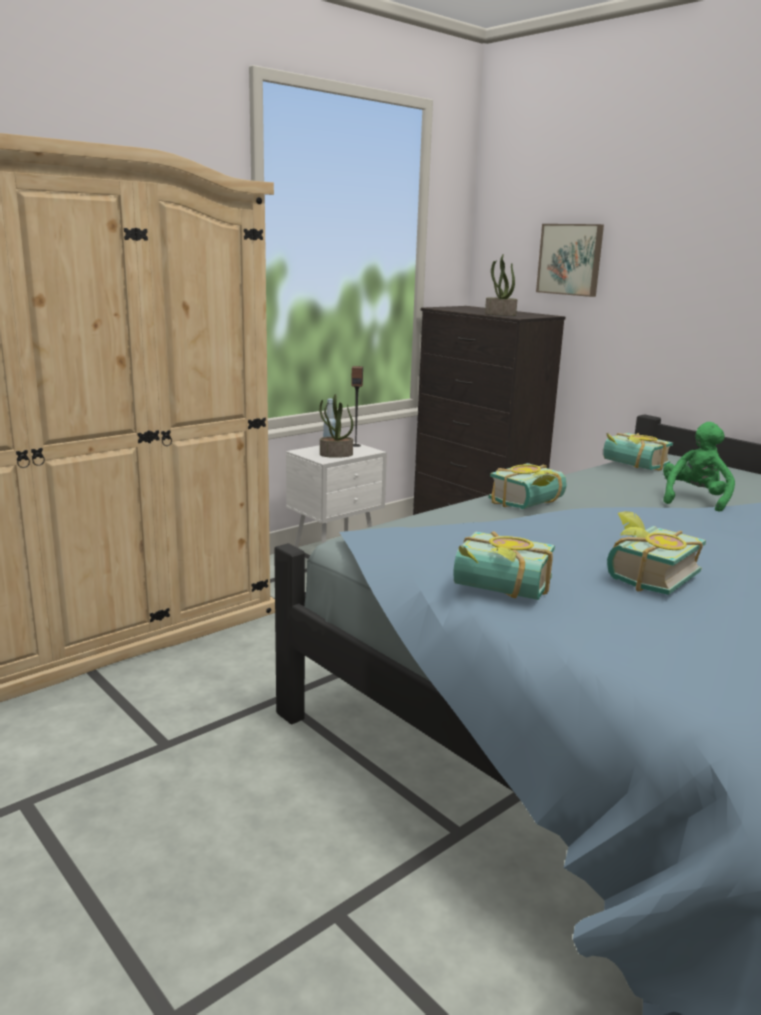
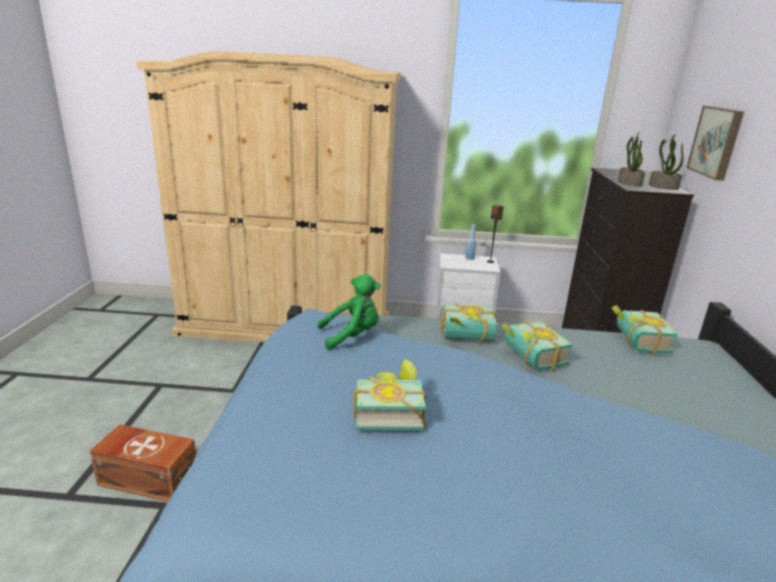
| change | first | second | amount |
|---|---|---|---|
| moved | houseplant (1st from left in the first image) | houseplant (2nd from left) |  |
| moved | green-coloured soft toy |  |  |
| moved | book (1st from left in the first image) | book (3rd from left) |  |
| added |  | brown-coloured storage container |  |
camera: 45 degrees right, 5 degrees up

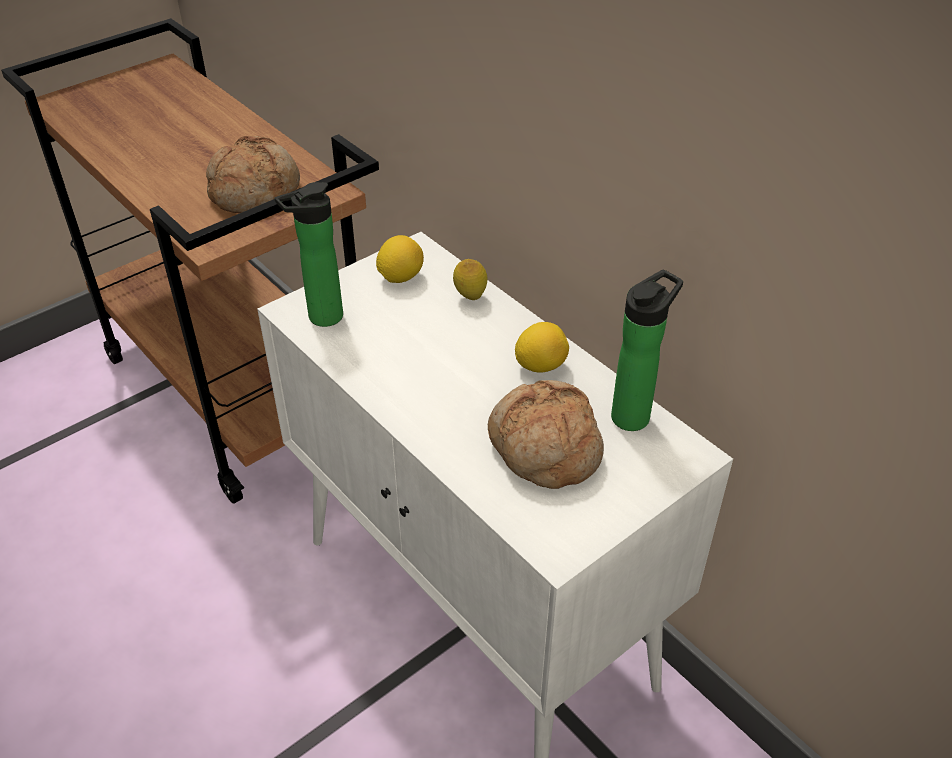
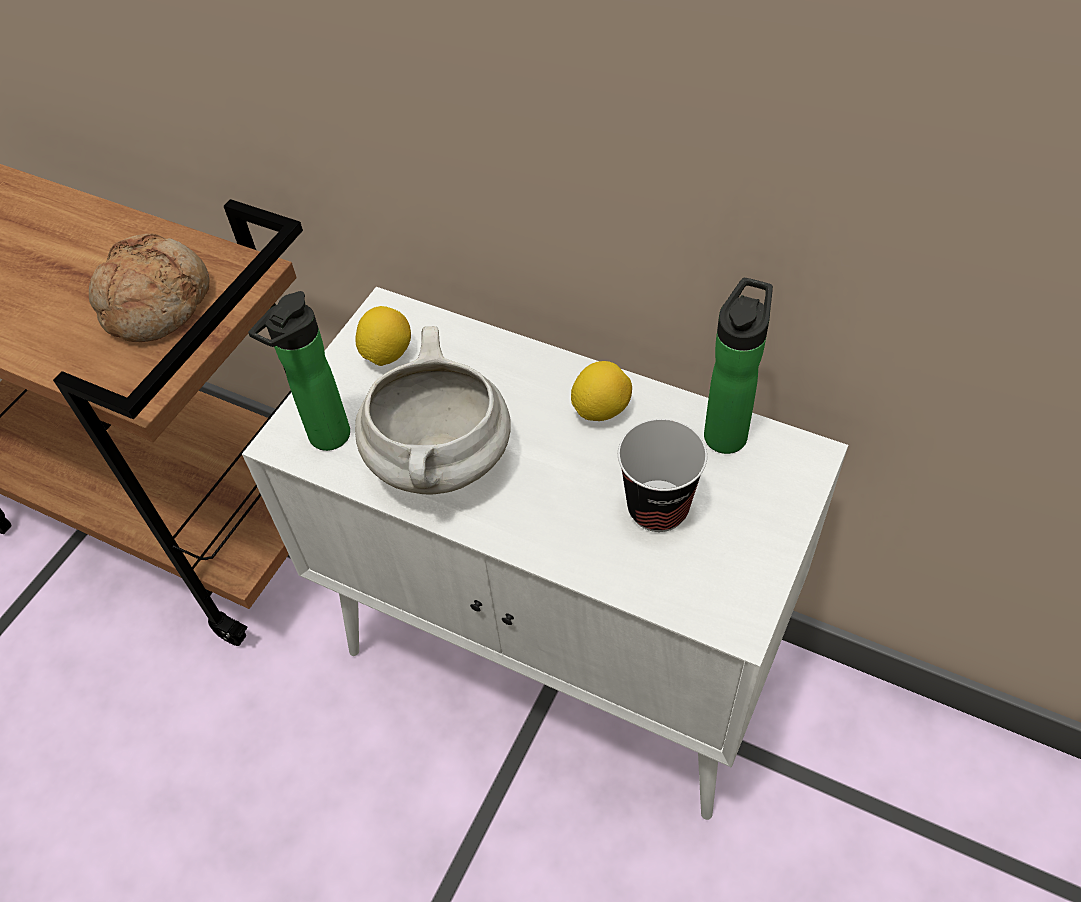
| change | first | second | amount |
|---|---|---|---|
| removed | whole lemon (2nd from left) |  |  |
| replaced | bread (2nd from left) | drinking cup |  |
| added |  | white saucepot |  |
camera: 20 degrees left, 10 degrees up

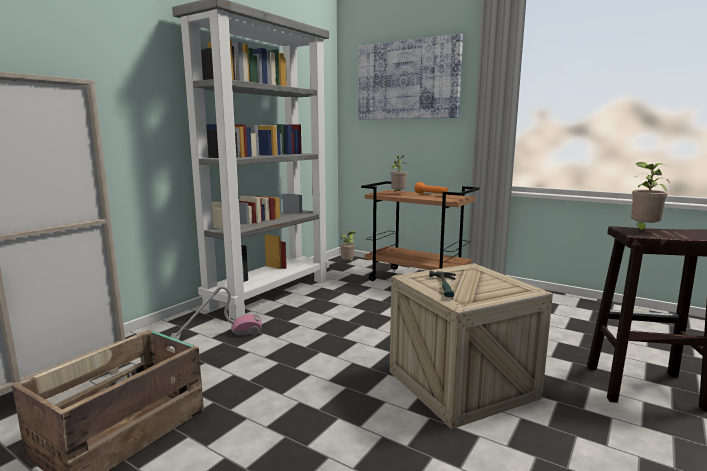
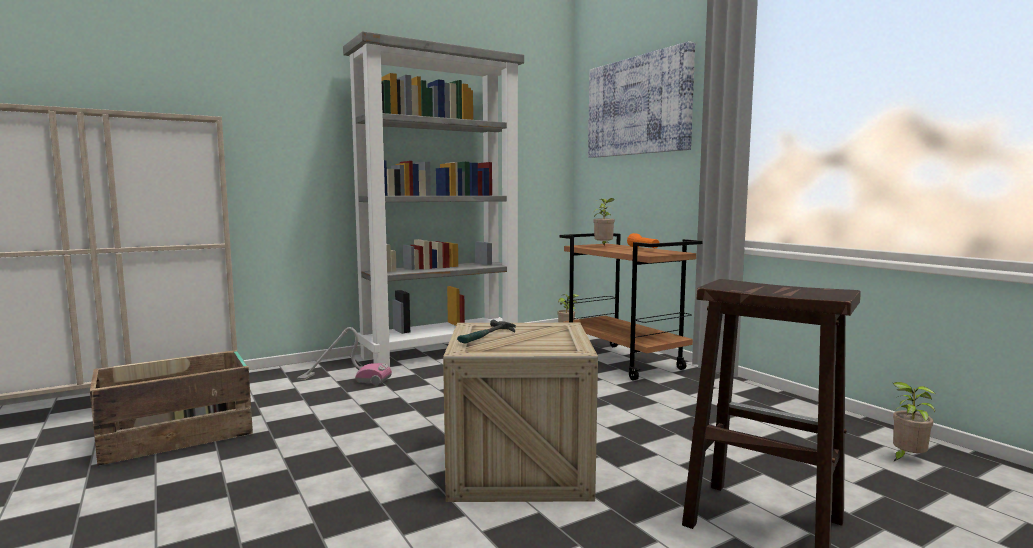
| change | first | second | amount |
|---|---|---|---|
| moved | houseplant (3rd from left) |  |  |
camera: 25 degrees right, 5 degrees down

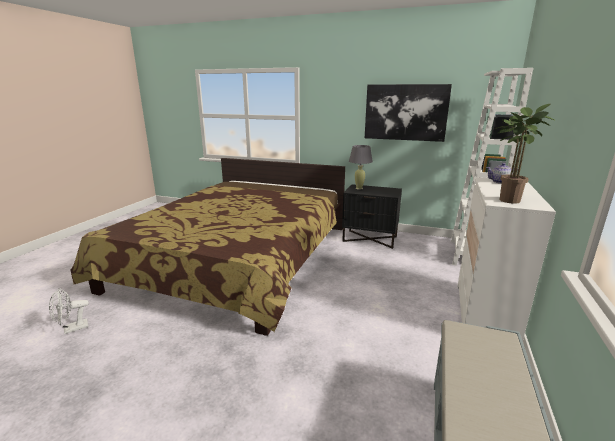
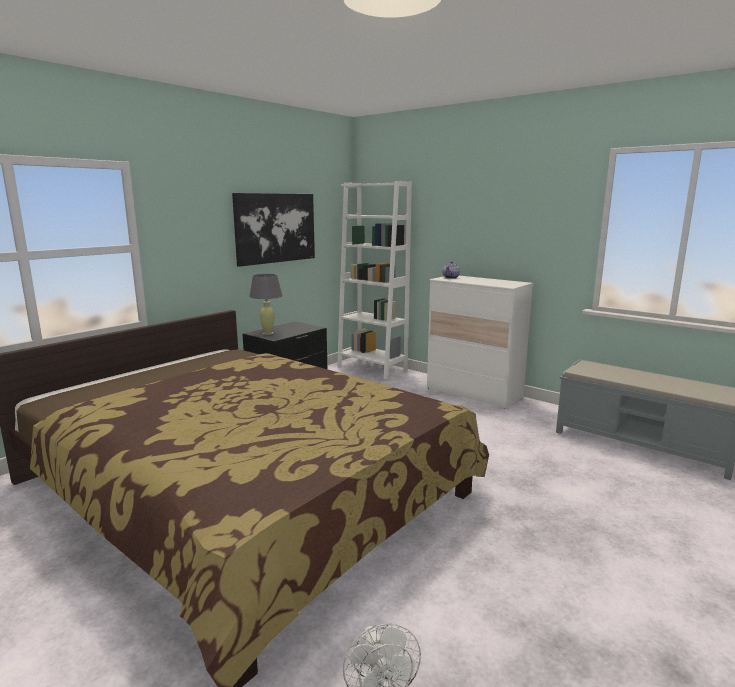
| change | first | second | amount |
|---|---|---|---|
| removed | houseplant |  |  |
camera: 70 degrees left, 5 degrees down

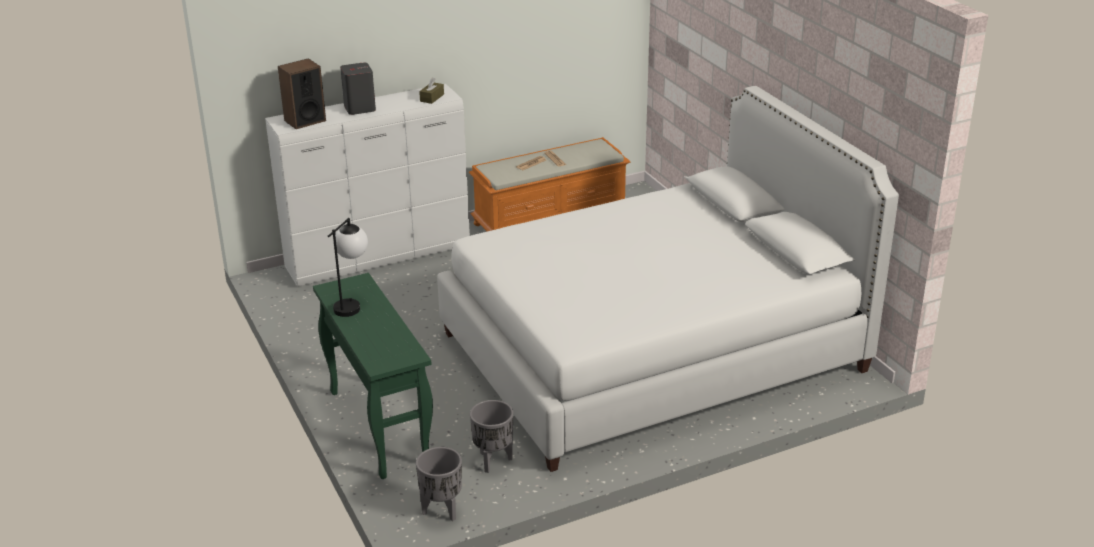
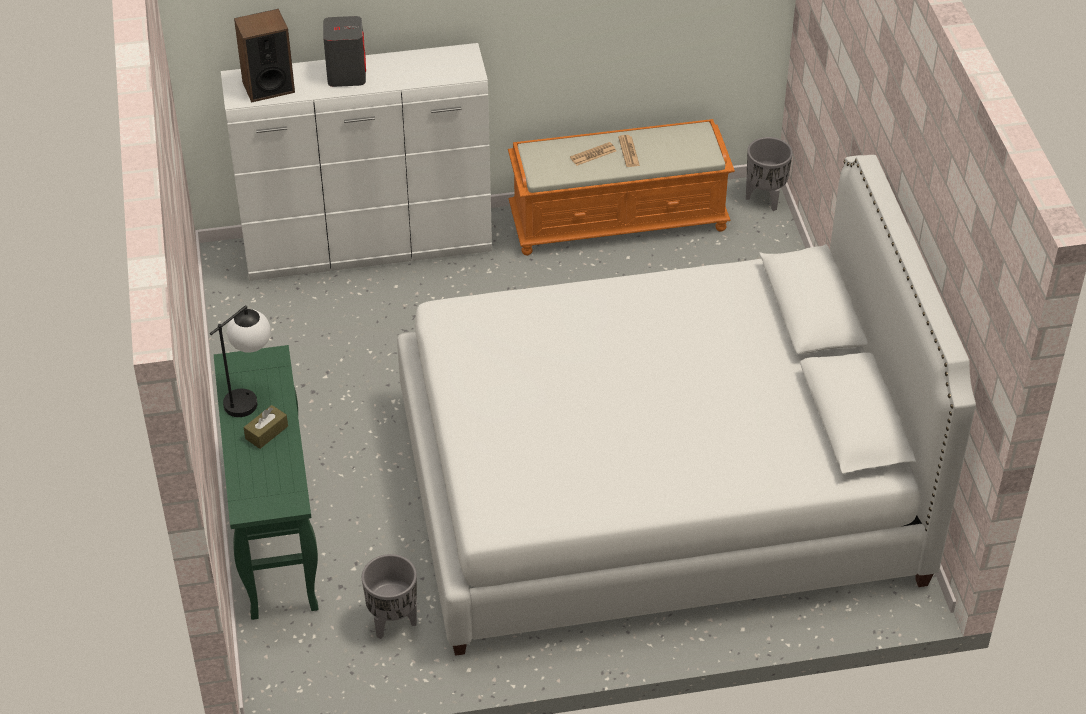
| change | first | second | amount |
|---|---|---|---|
| moved | brown-coloured box of tissues |  |  |
| moved | greyish flower pot (1st from left in the first image) | greyish flower pot (2nd from left) |  |
camera: 15 degrees right, 15 degrees up

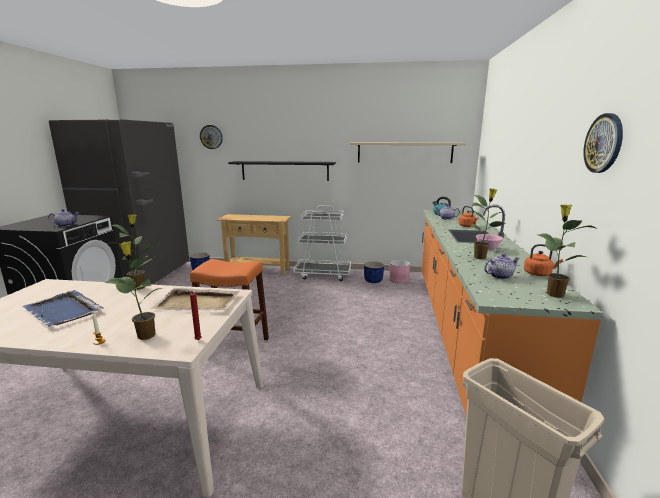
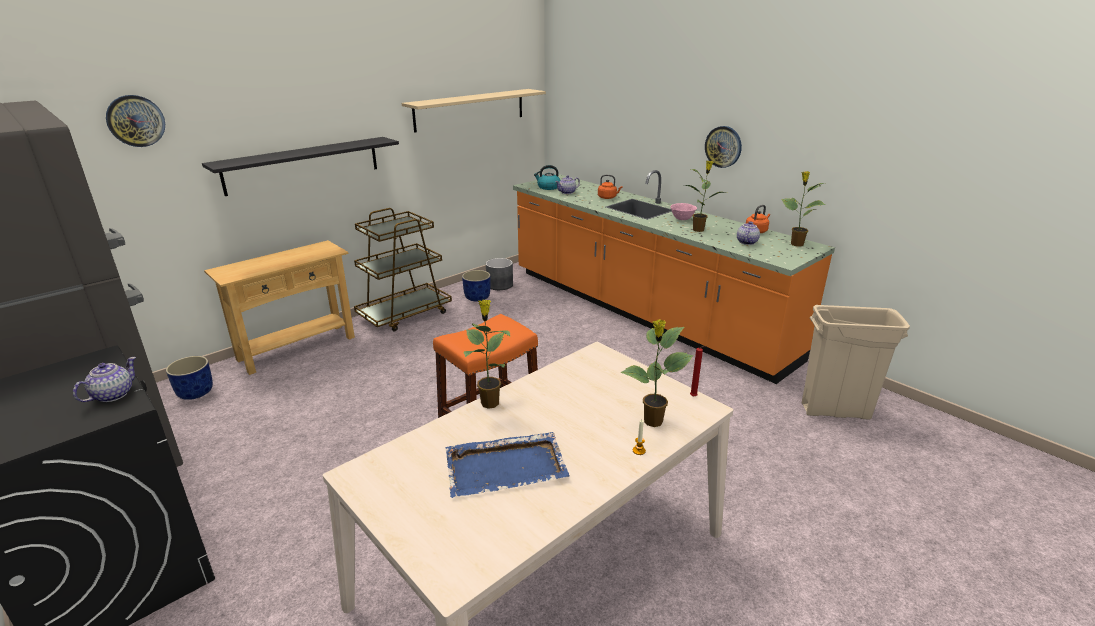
| change | first | second | amount |
|---|---|---|---|
| moved | clock on the wall (2nd from left) |  |  |
| recoloured | white wheeled cart | brown-coloured wheeled cart |  |
| recoloured | pink-coloured flower pot | greyish flower pot |  |
| removed | sand-coloured carrying tray |  |  |
camera: 50 degrees left, 10 degrees up

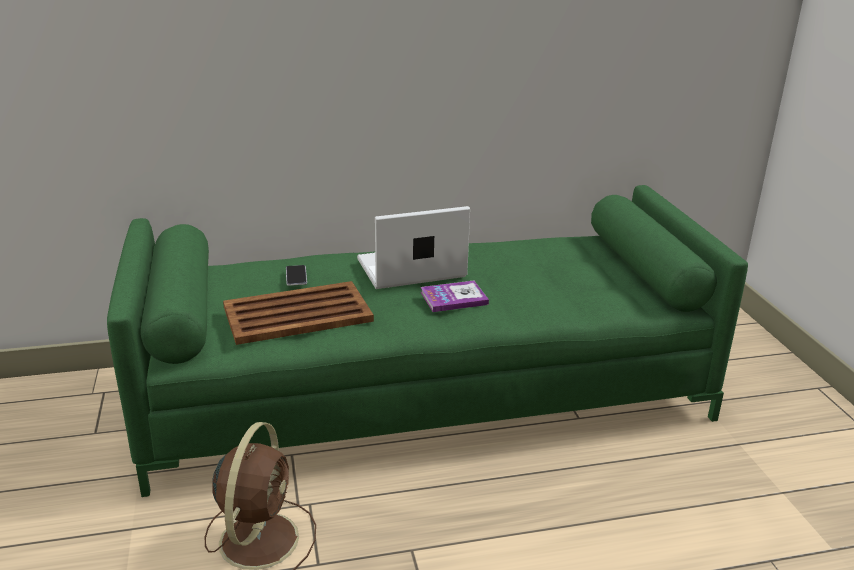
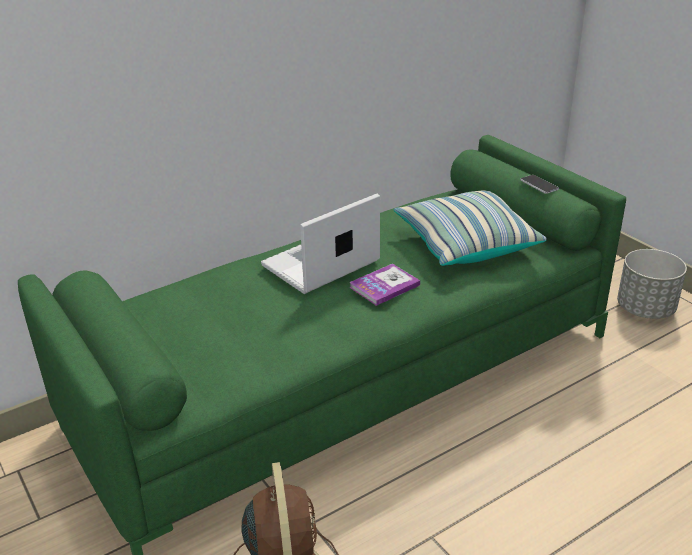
| change | first | second | amount |
|---|---|---|---|
| moved | handset |  |  |
| removed | brown-coloured carrying tray |  |  |
| added |  | cushion |  |
| added |  | greyish flower pot |  |
camera: 20 degrees left, 5 degrees up

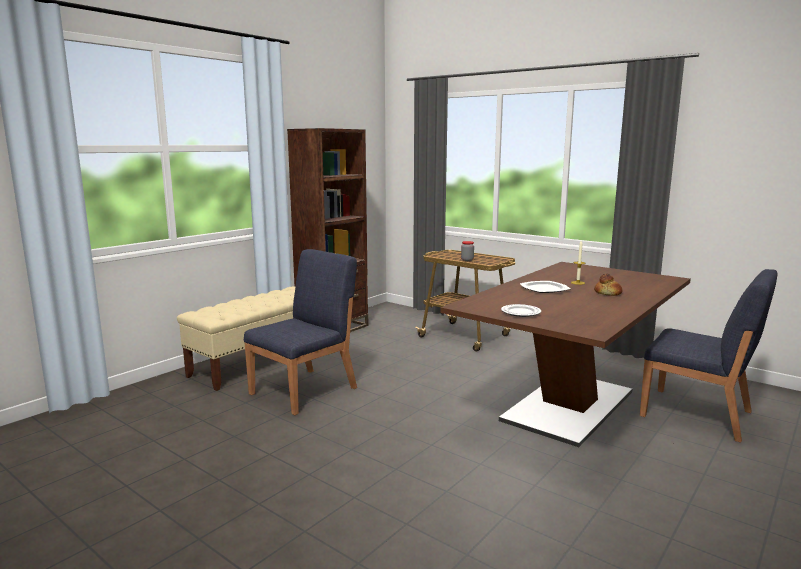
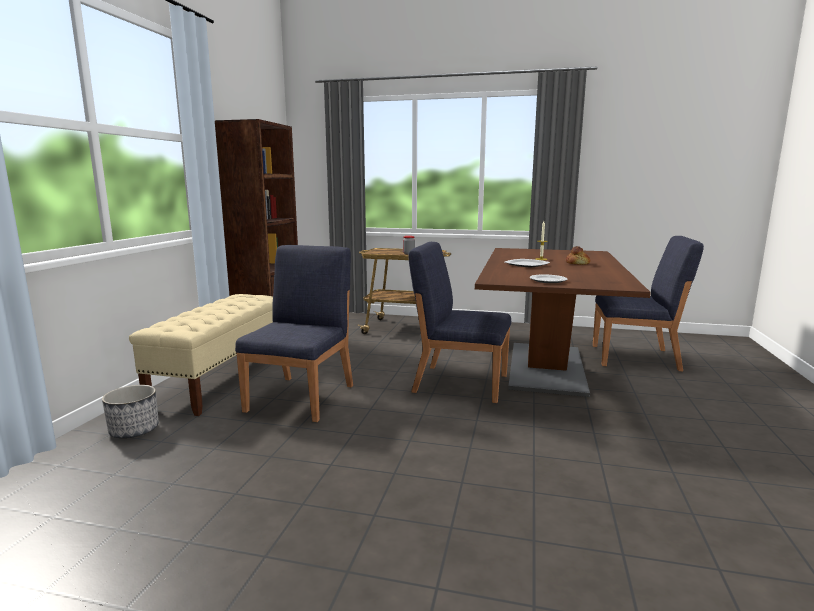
| change | first | second | amount |
|---|---|---|---|
| added |  | blue-coloured upright chair (2nd from left) |  |
| added |  | flower pot |  |
camera: 25 degrees left, 0 degrees up

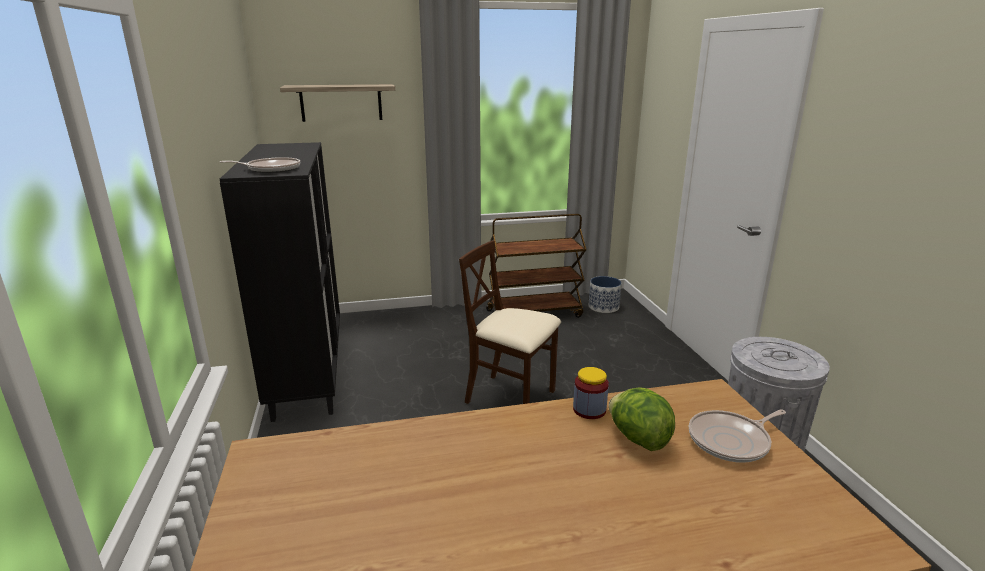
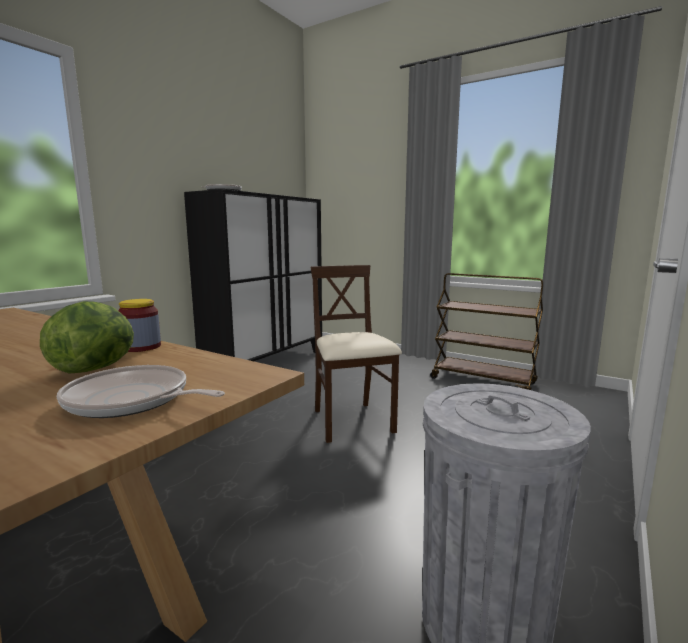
| change | first | second | amount |
|---|---|---|---|
| removed | bracket shelf |  |  |
| removed | flower pot |  |  |
camera: 45 degrees right, 10 degrees down

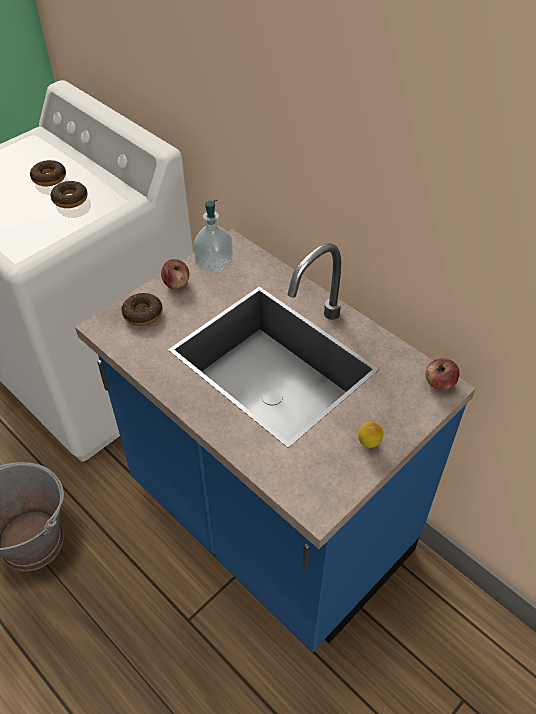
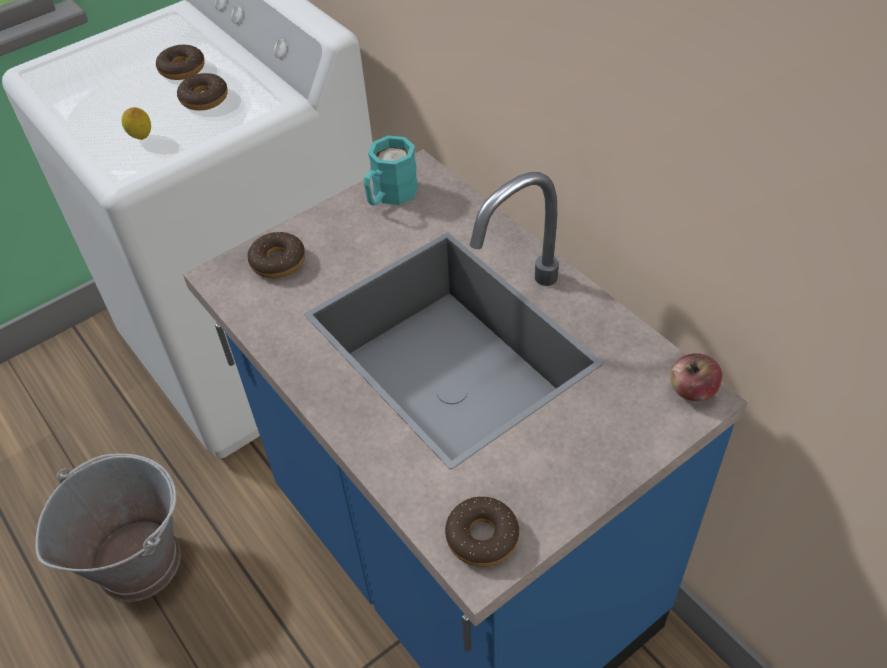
| change | first | second | amount |
|---|---|---|---|
| replaced | soap bottle | turquoise-coloured coffee mug |  |
| removed | apple fruit (1st from left) |  |  |
| moved | whole lemon |  |  |
| added |  | doughnut (4th from left) |  |
camera: 10 degrees right, 0 degrees up

